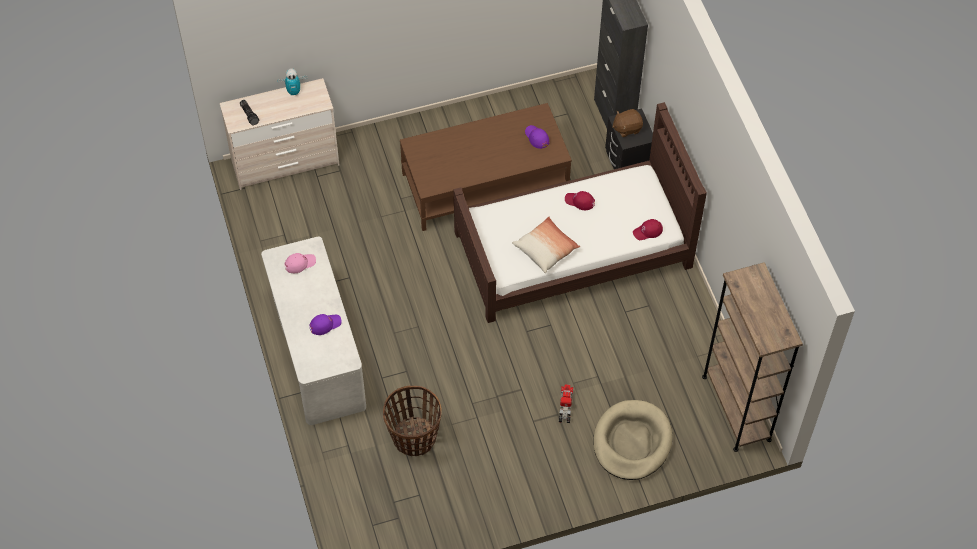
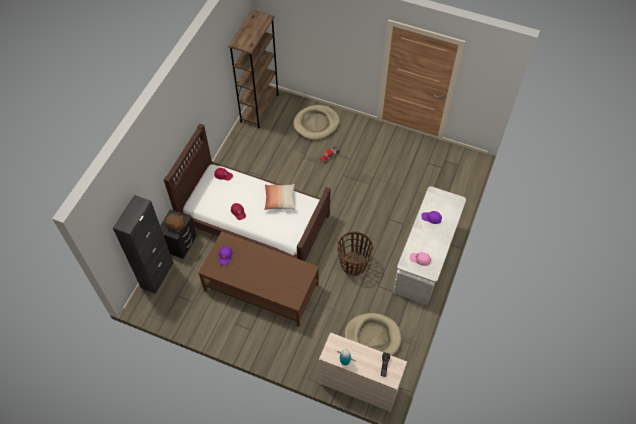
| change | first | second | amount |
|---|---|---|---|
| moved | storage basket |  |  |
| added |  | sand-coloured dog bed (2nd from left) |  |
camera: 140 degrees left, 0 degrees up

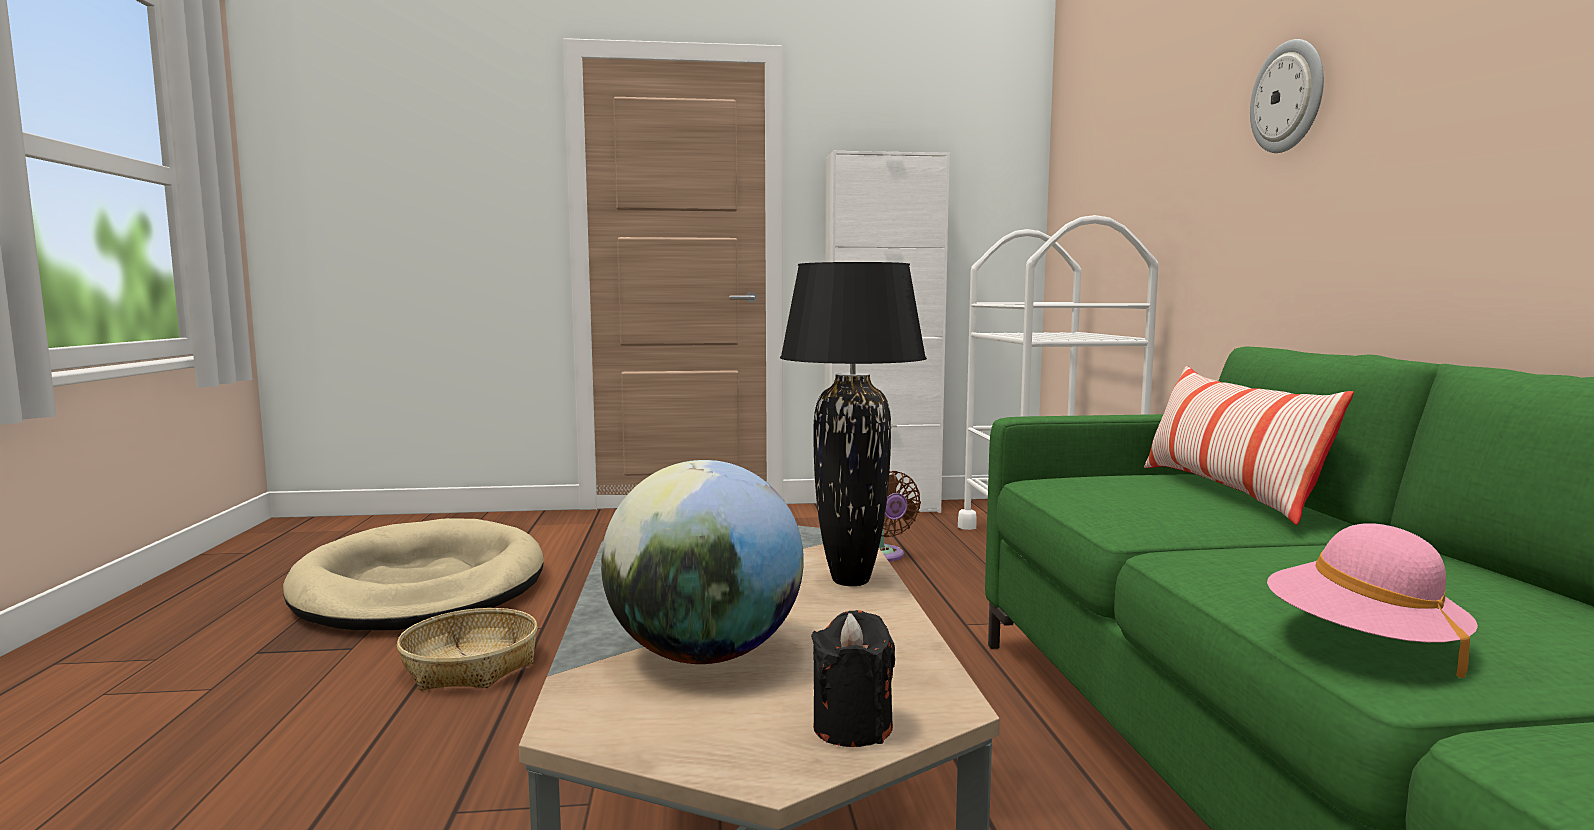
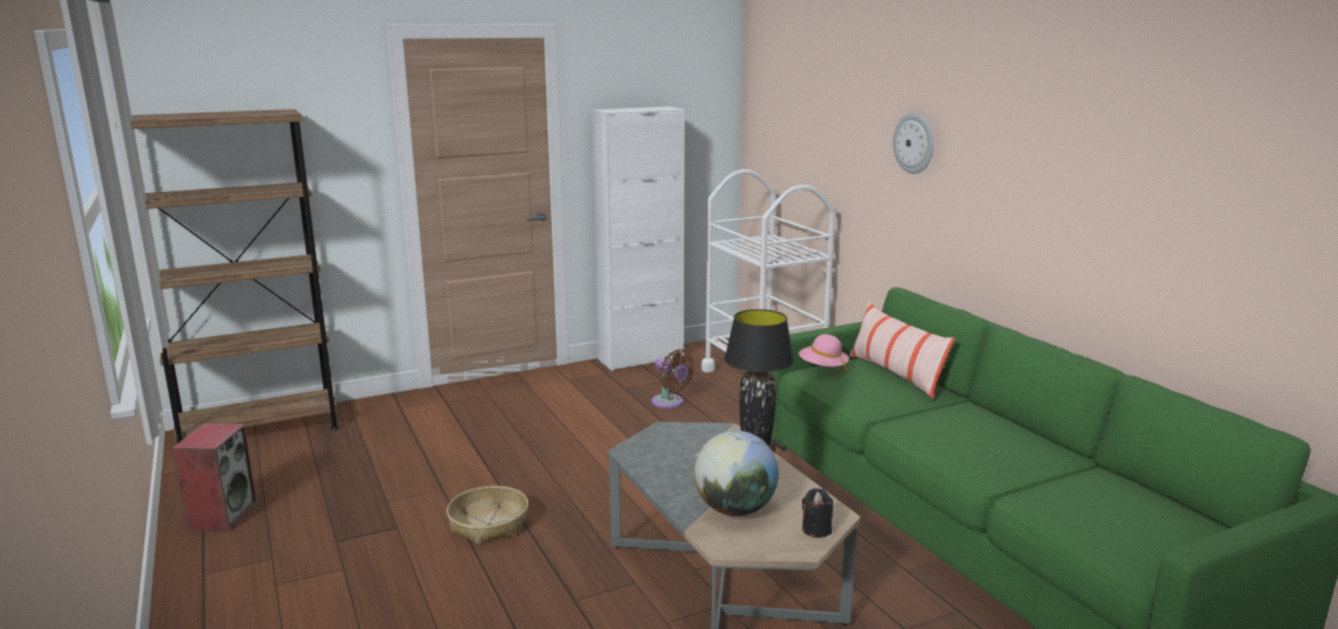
| change | first | second | amount |
|---|---|---|---|
| removed | sand-coloured dog bed |  |  |
| moved | pink-coloured hat |  |  |
| added |  | brown-coloured shelving unit |  |
| added |  | loudspeaker |  |
camera: 20 degrees left, 10 degrees up

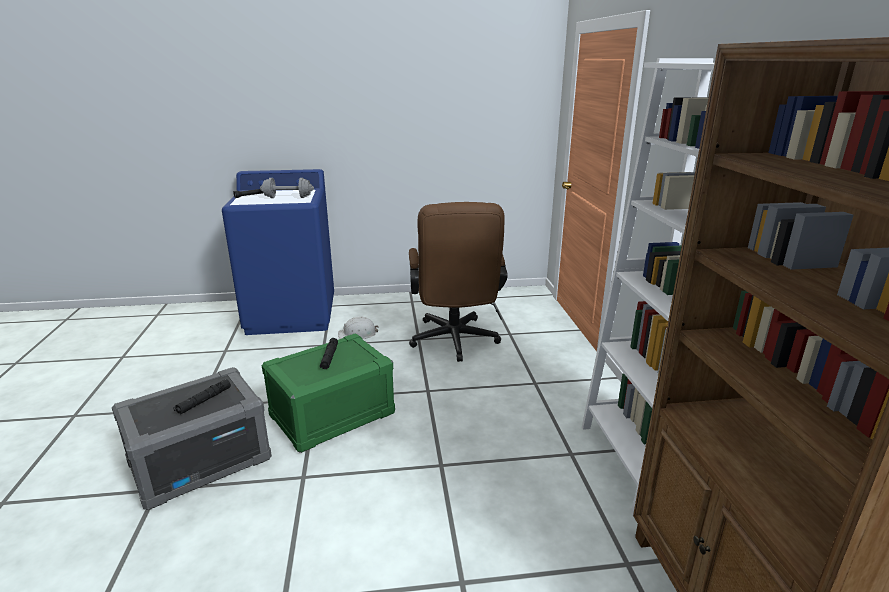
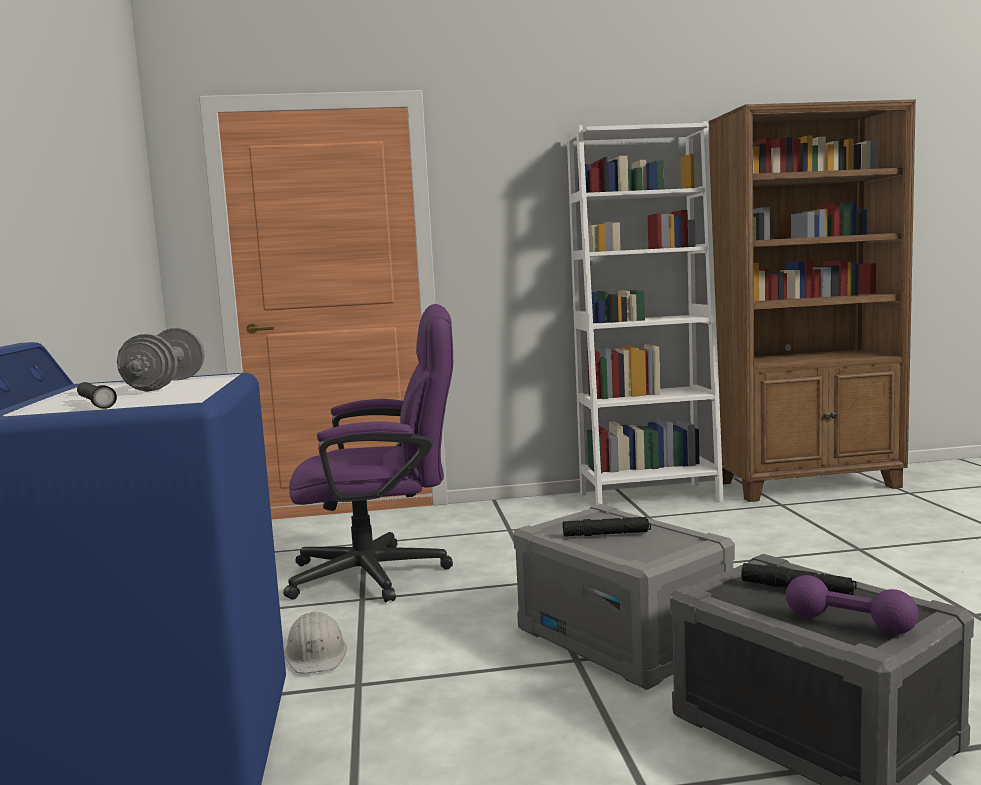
| change | first | second | amount |
|---|---|---|---|
| recoloured | brown-coloured desk chair | purple desk chair |  |
| recoloured | green-coloured storage container | greyish storage container (1st from left) |  |
| added |  | purple free weight |  |
camera: 90 degrees left, 15 degrees down

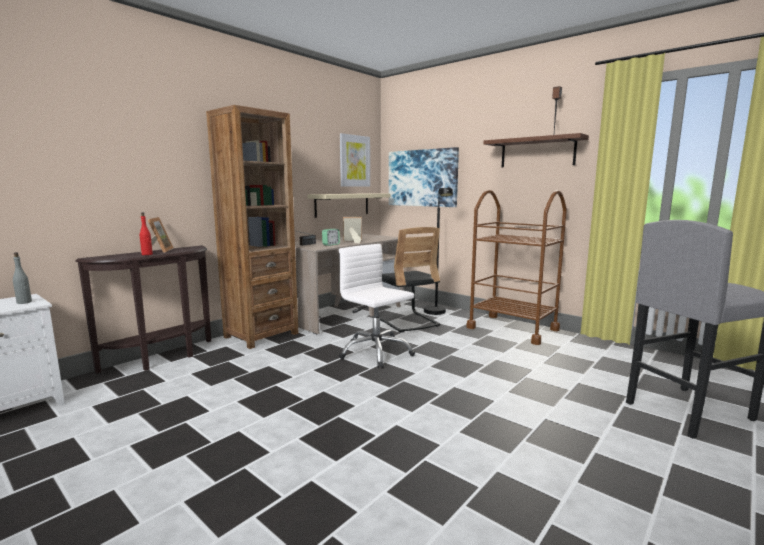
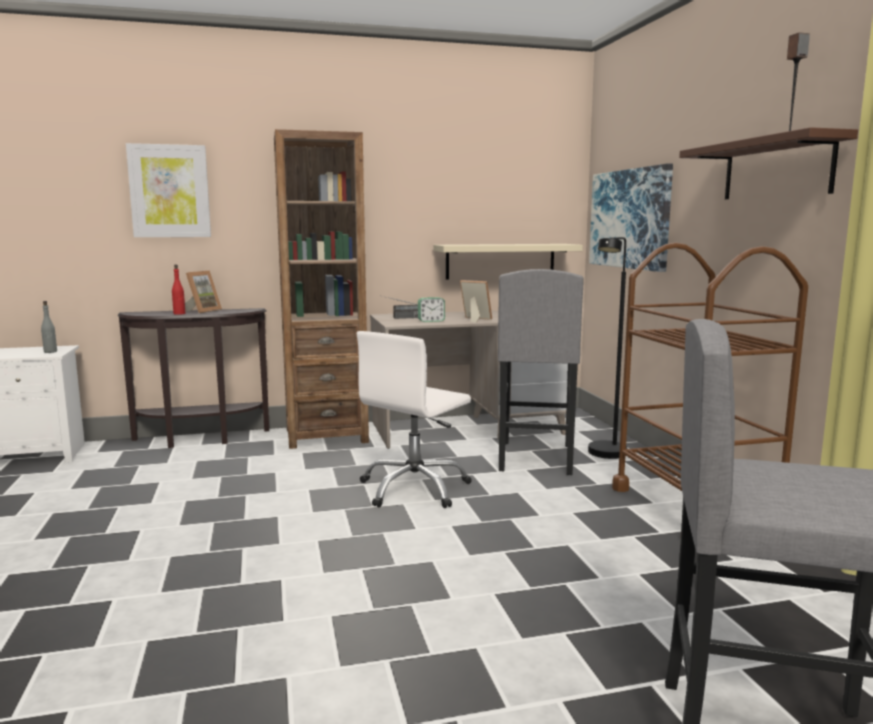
| change | first | second | amount |
|---|---|---|---|
| moved | wall picture (1st from left) |  |  |
| replaced | black upright chair | greyish sitting stool (1st from left) |  |
| turned | white desk chair |  | 135 degrees counterclockwise |
camera: 35 degrees right, 0 degrees up

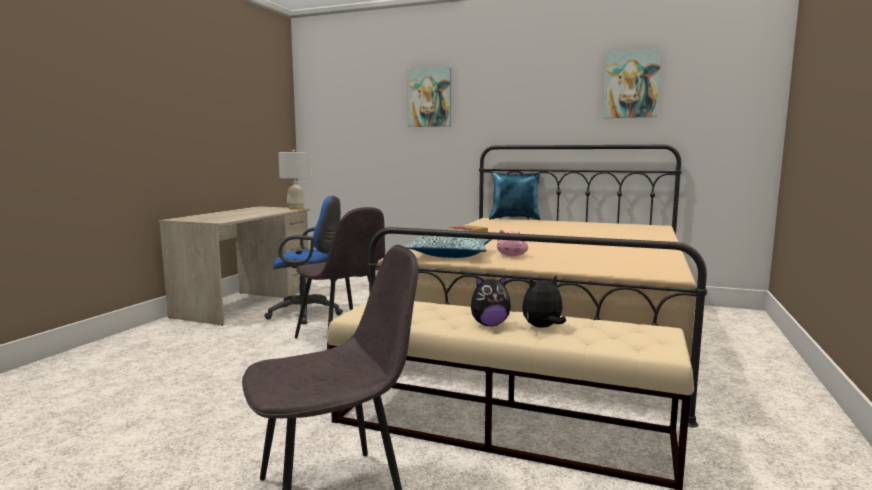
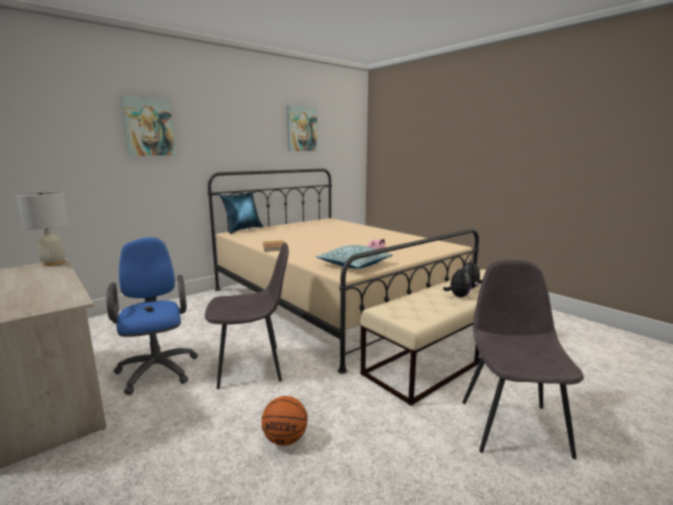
| change | first | second | amount |
|---|---|---|---|
| turned | blue-coloured desk chair |  | 60 degrees counterclockwise |
| added |  | basketball |  |
camera: 60 degrees left, 5 degrees up

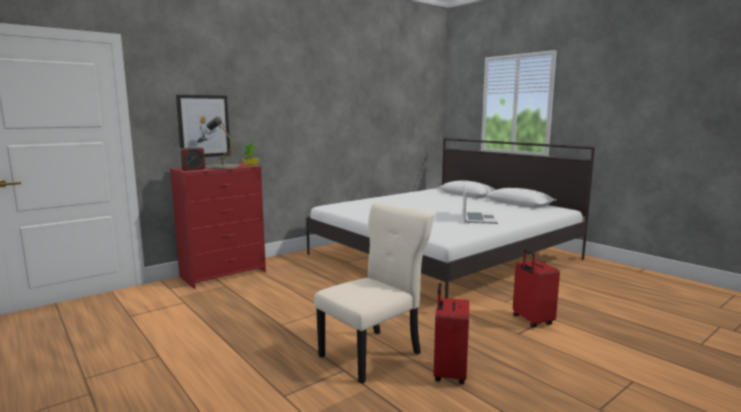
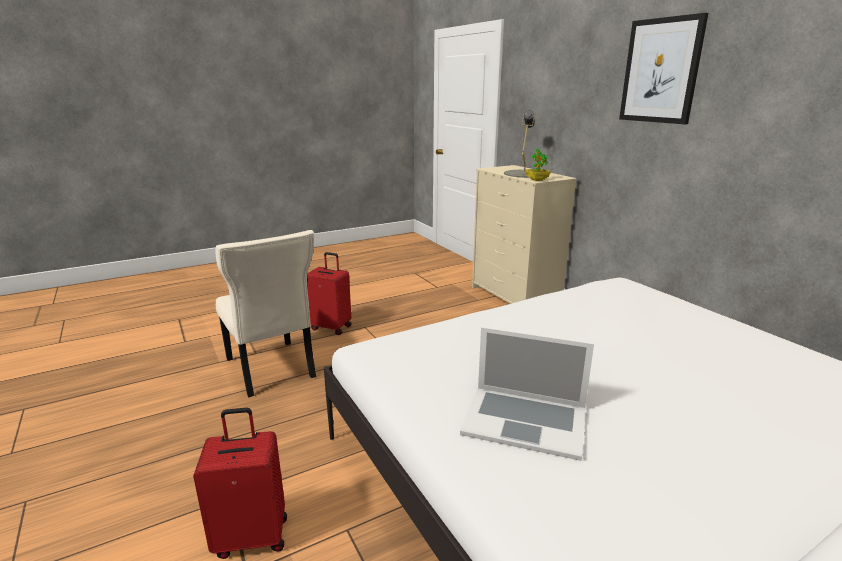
| change | first | second | amount |
|---|---|---|---|
| moved | wall picture |  |  |
| removed | table clock |  |  |
| recoloured | reddish drawer chest | sand-coloured drawer chest |  |
| moved | reddish suitcase (1st from left in the first image) | reddish suitcase (2nd from left) |  |
camera: 100 degrees right, 10 degrees up

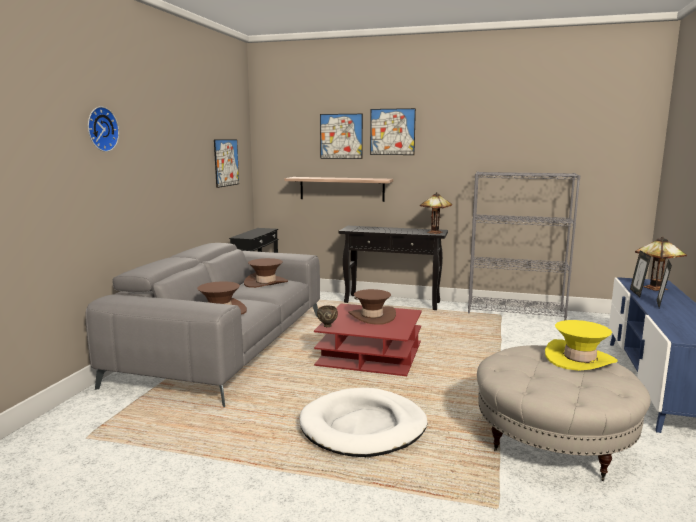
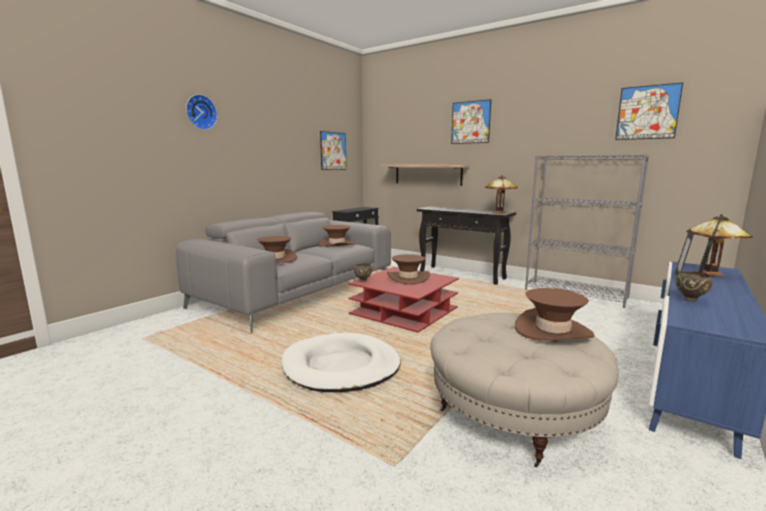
| change | first | second | amount |
|---|---|---|---|
| moved | wall picture (2nd from left in the first image) | wall picture (3rd from left) |  |
| recoloured | yellow hat | brown-coloured hat (4th from left) |  |
| added |  | brown-coloured bowl (2nd from left) |  |
camera: 20 degrees right, 0 degrees up

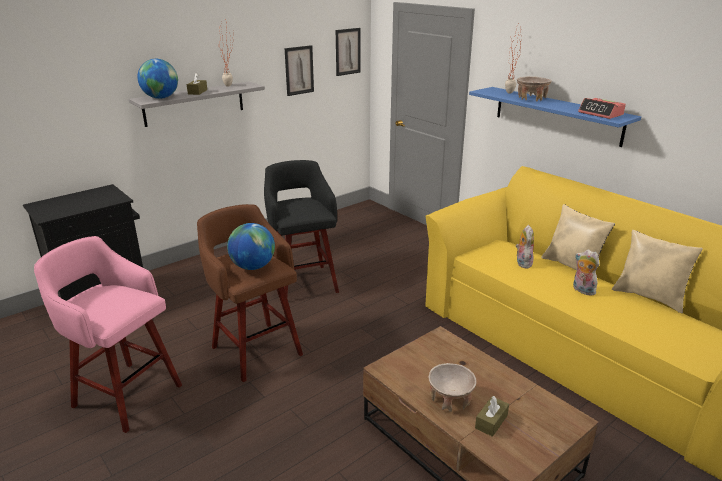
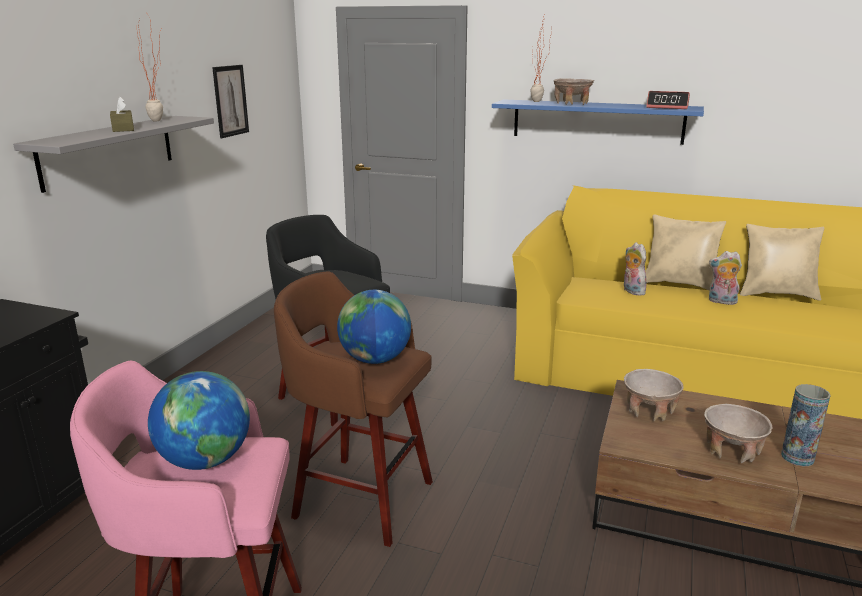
| change | first | second | amount |
|---|---|---|---|
| removed | wall picture (2nd from left) |  |  |
| moved | desk globe (1st from left) |  |  |
| replaced | brown-coloured box of tissues (2nd from left) | decorative vase |  |
| added |  | sand-coloured bowl (2nd from left) |  |
camera: 30 degrees left, 5 degrees down

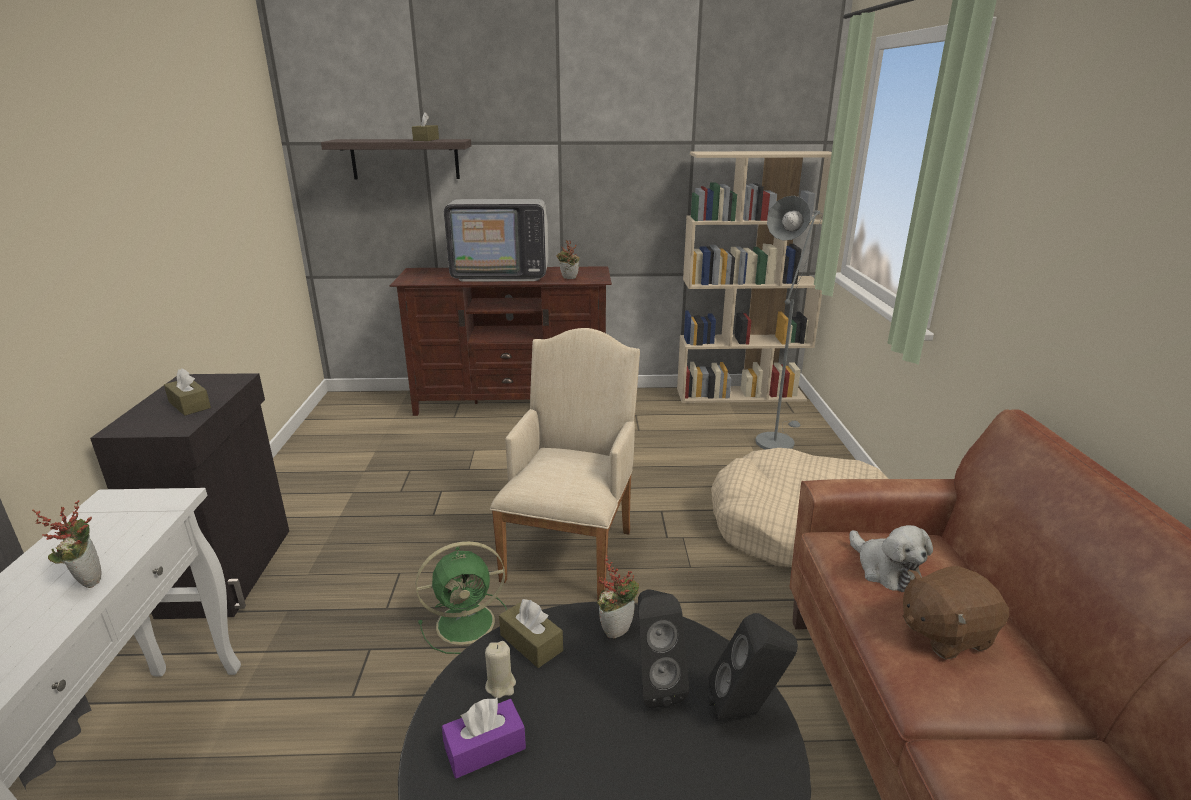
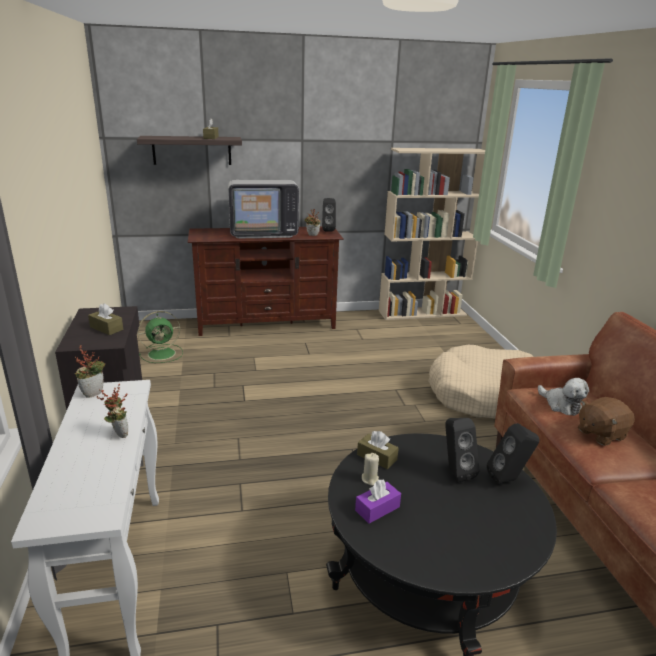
| change | first | second | amount |
|---|---|---|---|
| removed | greyish floor lamp |  |  |
| removed | sand-coloured armchair |  |  |
| moved | green-coloured electric fan |  |  |
| moved | houseplant (3rd from left in the first image) | houseplant (1st from left) |  |
| added |  | black loudspeaker (1st from left) |  |
camera: 10 degrees left, 0 degrees up

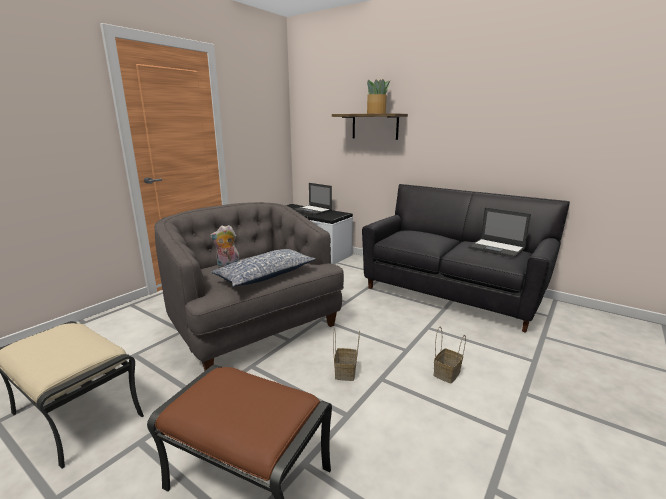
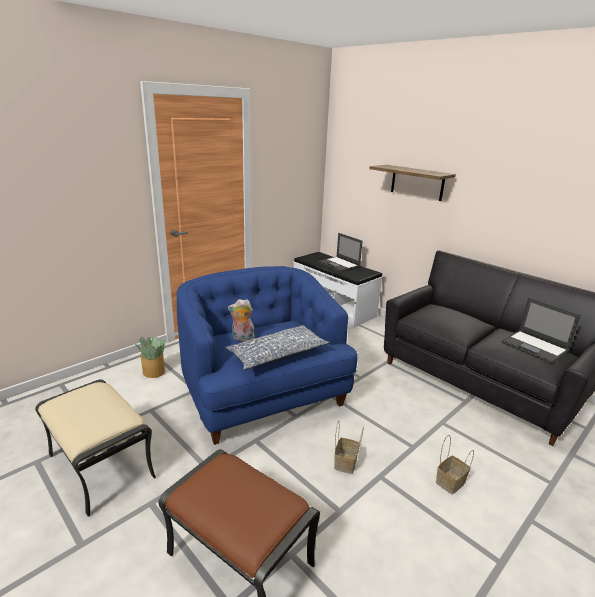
| change | first | second | amount |
|---|---|---|---|
| moved | houseplant |  |  |
| recoloured | greyish armchair | blue-coloured armchair |  |
camera: 10 degrees right, 5 degrees up

